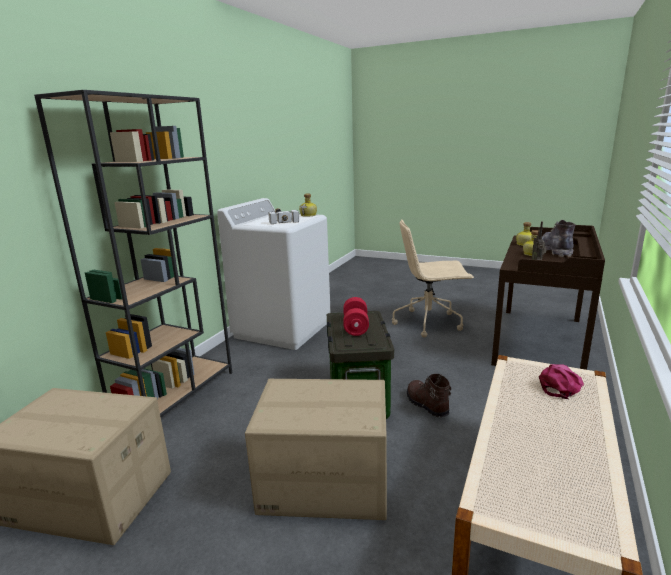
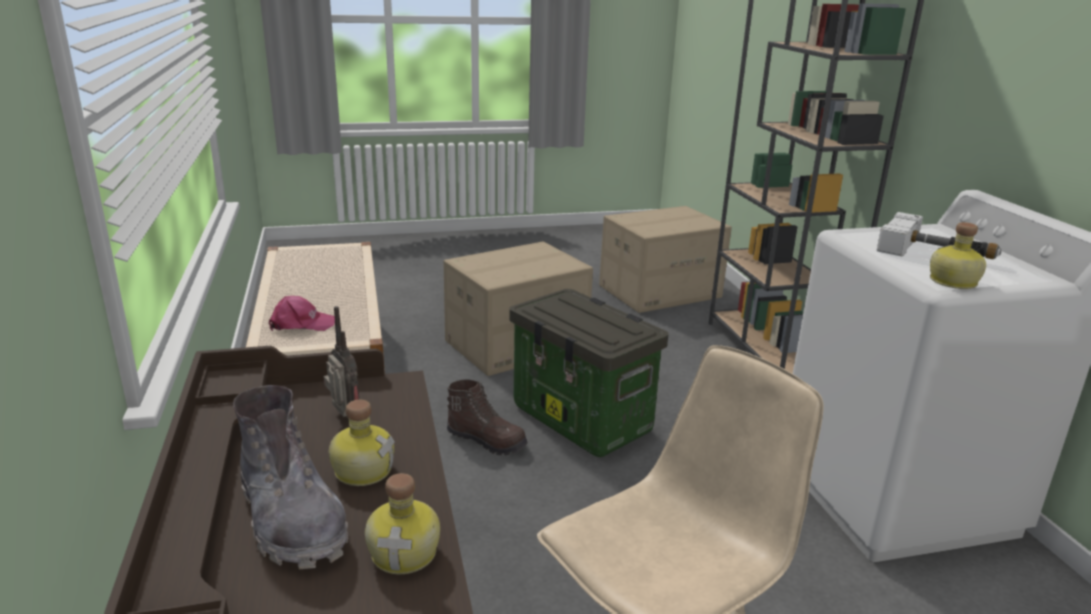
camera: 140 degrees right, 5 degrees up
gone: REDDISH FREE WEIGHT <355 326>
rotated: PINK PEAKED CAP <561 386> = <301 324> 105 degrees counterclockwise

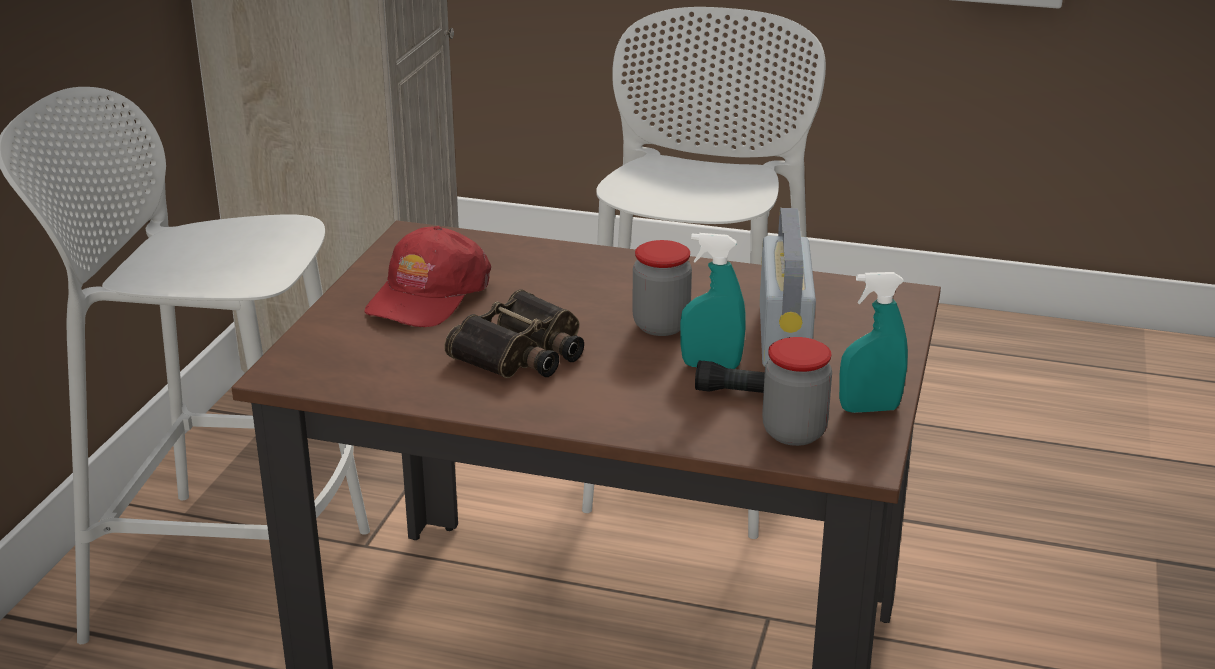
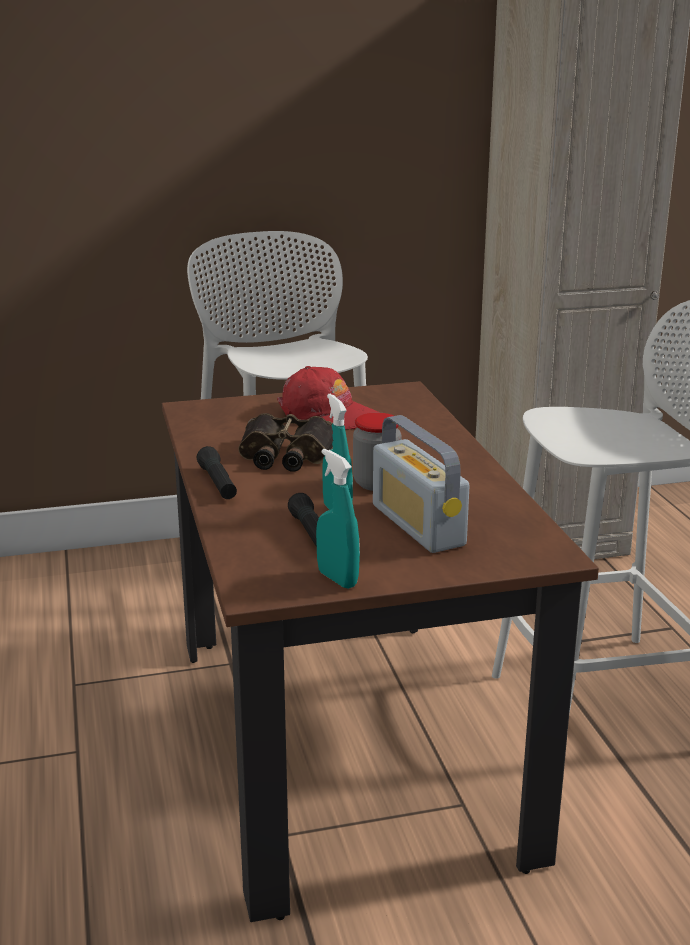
camera: 60 degrees right, 5 degrees down
gone: PRESERVE JAR <794 432>
new: BLACK HAND TORCH <218 483>
rotated: REDDISH PEAKED CAP <427 296> = <327 414> 150 degrees counterclockwise; RADIO RECEIVER <784 335> = <418 525> 90 degrees clockwise

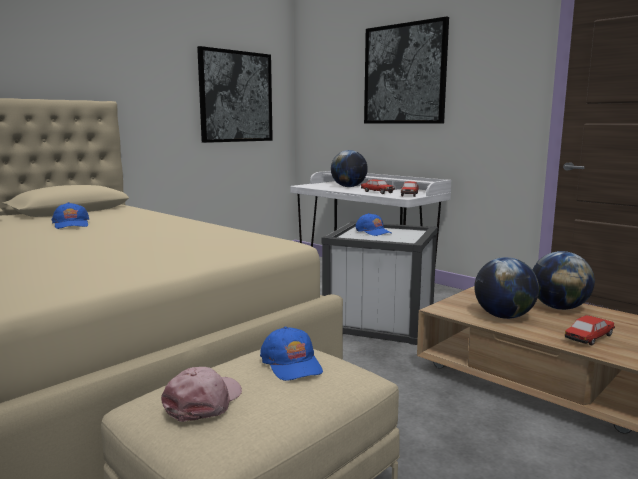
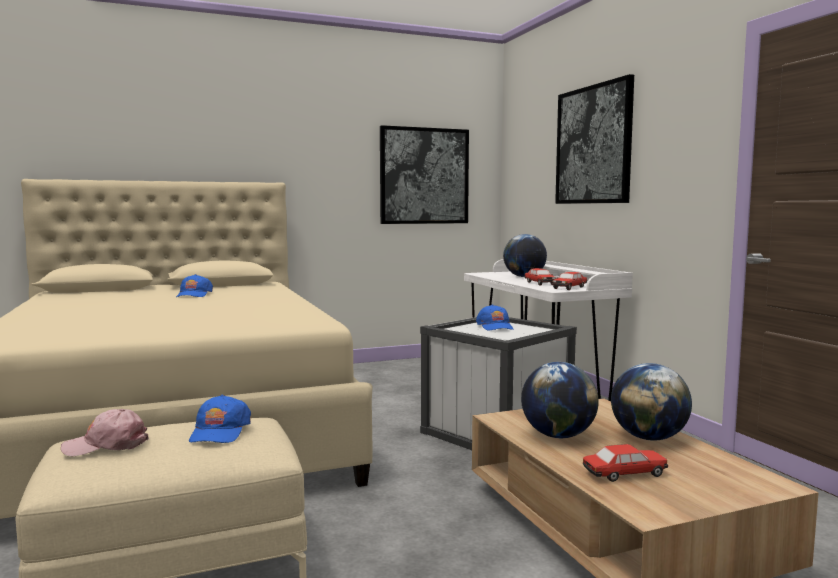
camera: 25 degrees right, 5 degrees down
rotated: PINK PEAKED CAP <204 402> = <106 445> 150 degrees counterclockwise

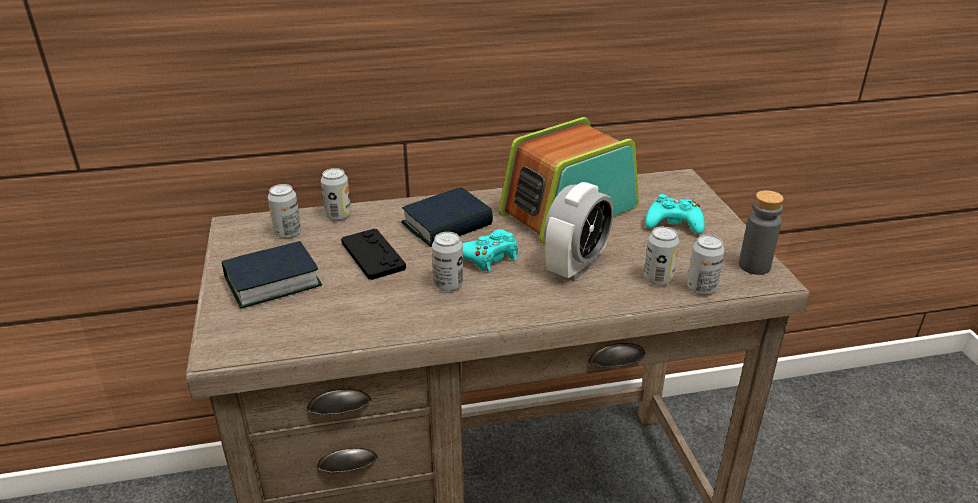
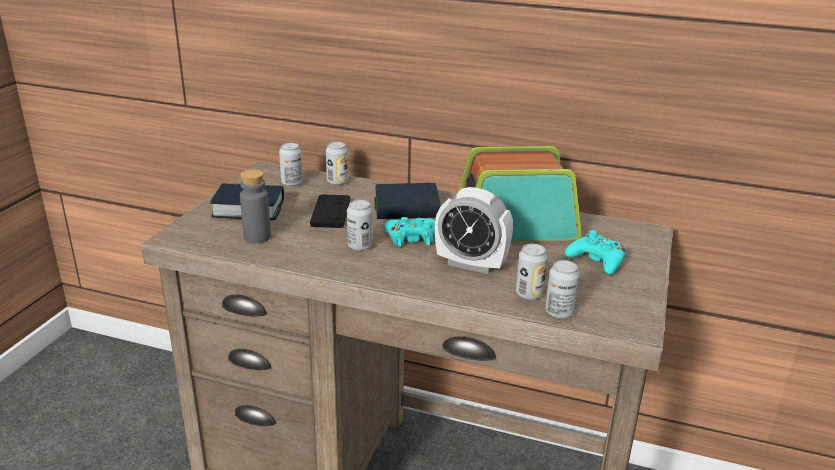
camera: 30 degrees right, 5 degrees down
shifted: GREYISH BEVERAGE BOTTLE <754 266> to <257 237>
rotated: ALARM CLOCK <575 266> = <471 264> 45 degrees clockwise

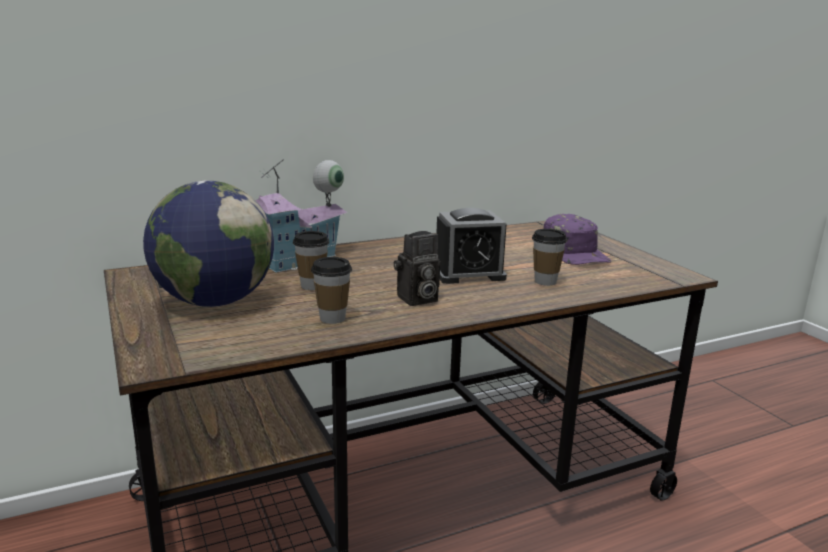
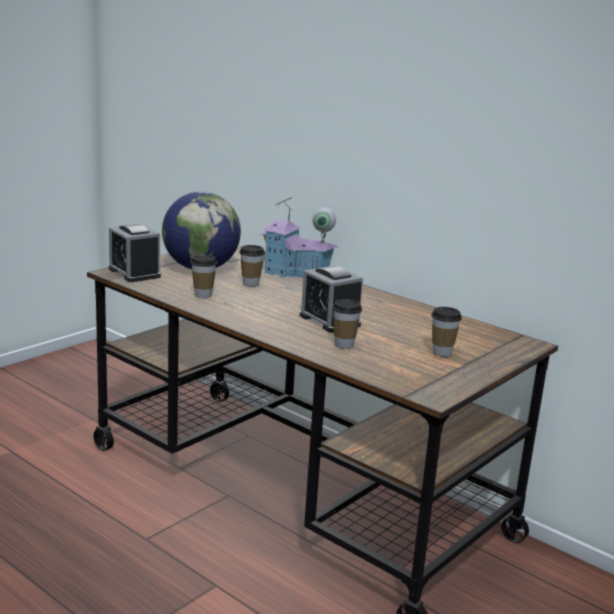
camera: 65 degrees right, 0 degrees up
gone: STILL CAMERA <416 300>
new: ALARM CLOCK <134 273>
swapped: PURPLE-COLOURED PEAKED CAP <575 252> to SMALL CUP <442 353>

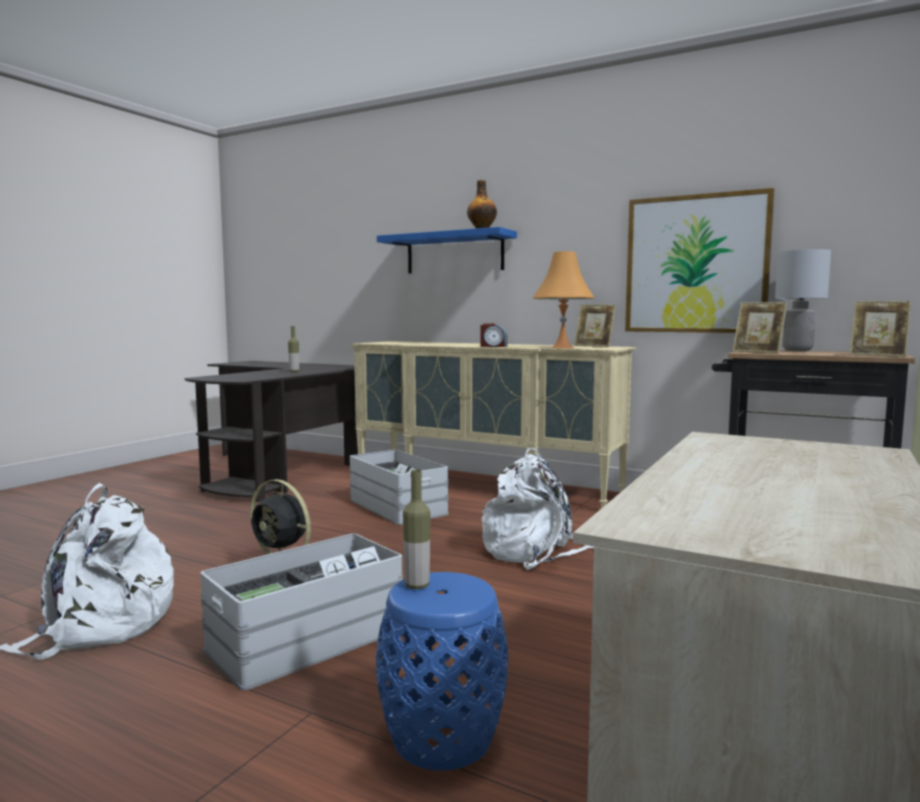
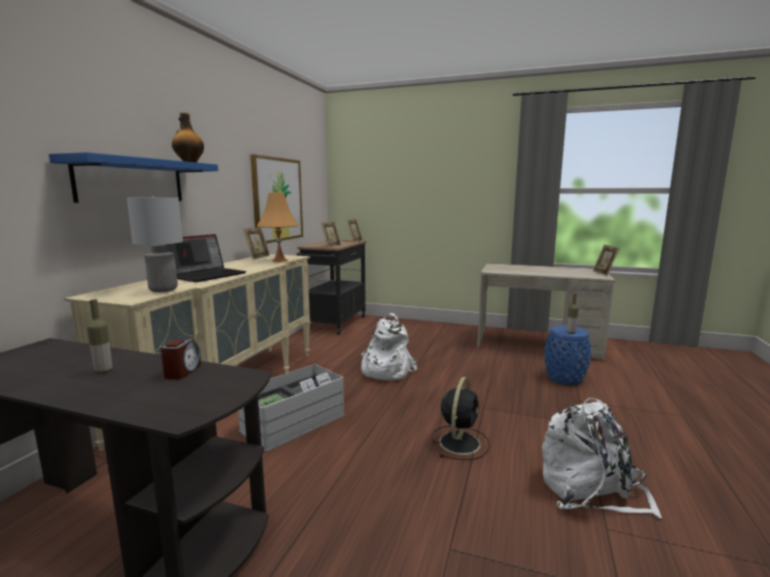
camera: 100 degrees left, 5 degrees up
gone: GREYISH STORAGE BOX <306 638>
new: NOTEBOOK COMPUTER <208 275>; PICTURE FRAME <604 273>
shifted: ALARM CLOCK <493 346> to <182 371>; GREYISH LAMP FOR A TABLE <797 351> to <163 291>

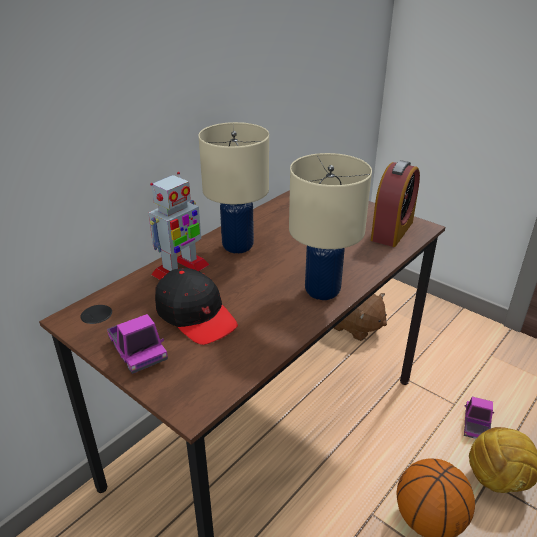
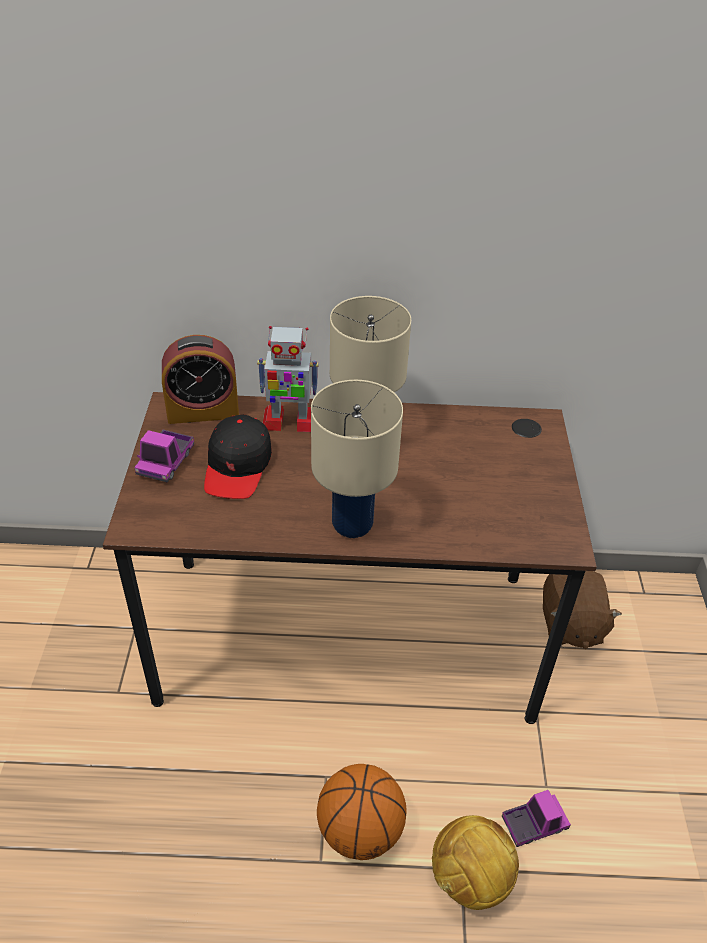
camera: 50 degrees right, 10 degrees up
shifted: ALARM CLOCK <392 231> to <203 411>

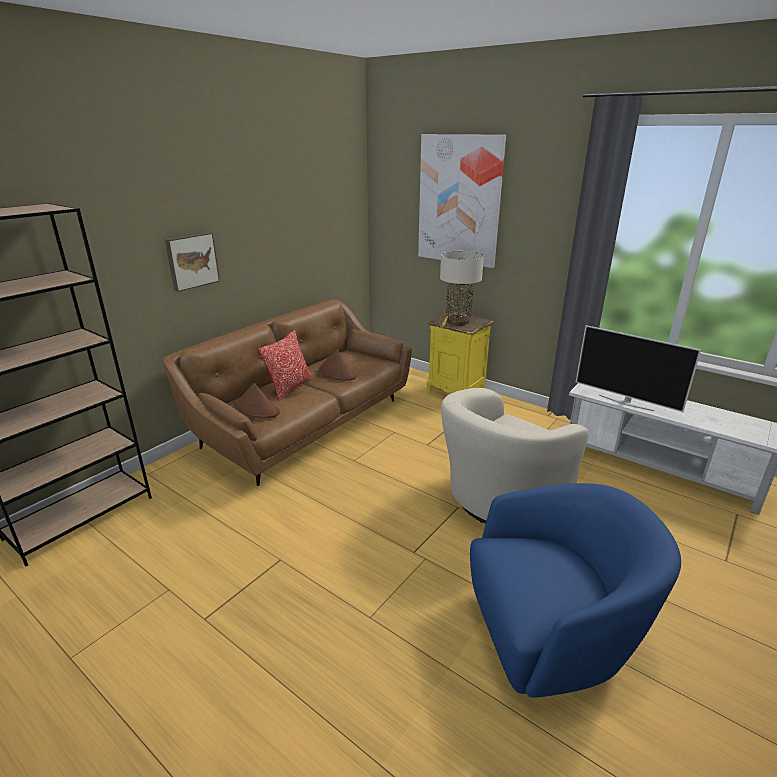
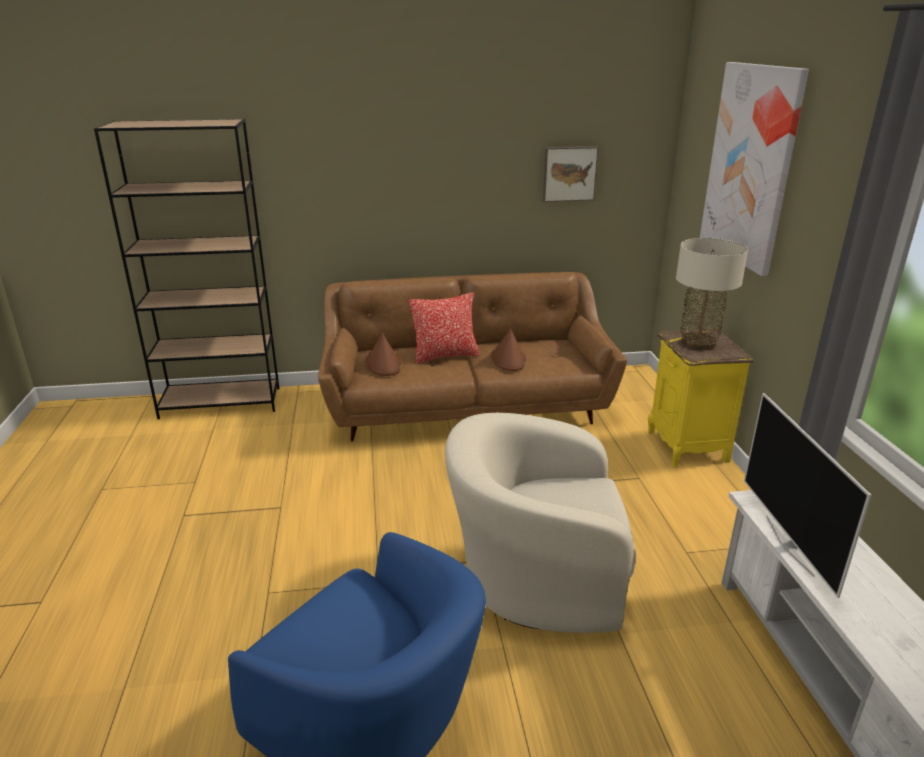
camera: 45 degrees right, 0 degrees up
shifted: PICTURE <191 261> to <569 173>

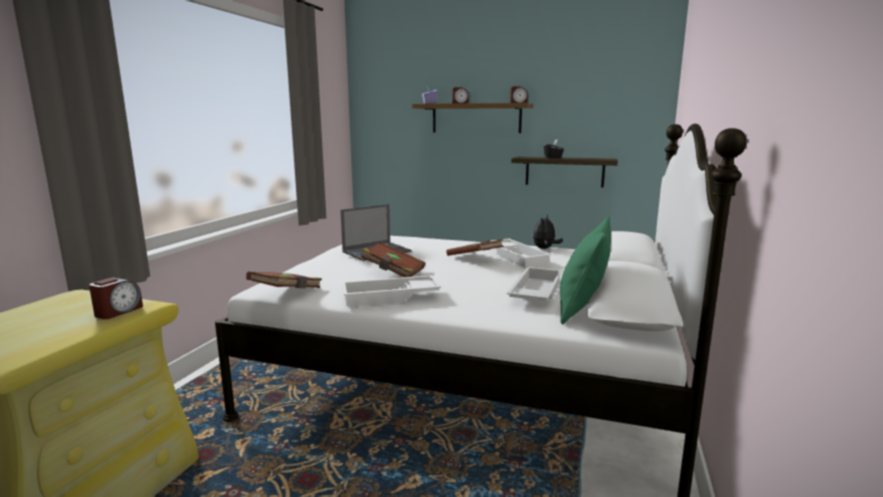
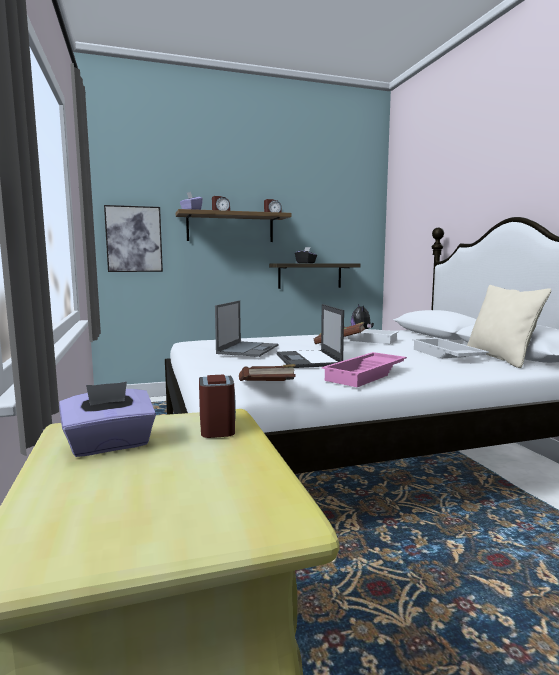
camera: 35 degrees left, 5 degrees down
new: PURPLE-COLOURED TISSUE BOX <110 445>; PICTURE <134 239>
swapped: BROWN BOUND BOOK <393 271> to NOTEBOOK COMPUTER <308 360>
repainted: WHITE-COLOURED CARRYING TRAY <390 297> to PINK CARRYING TRAY <366 375>; GREENISH PILLOW <581 309> to BEIGE-COLOURED PILLOW <500 359>

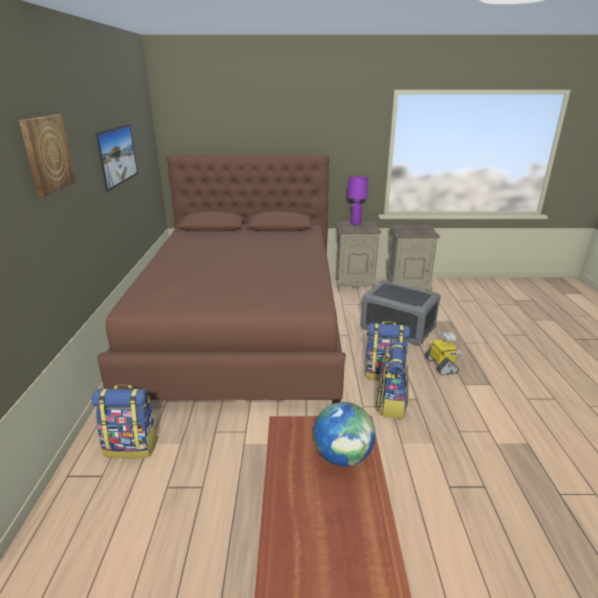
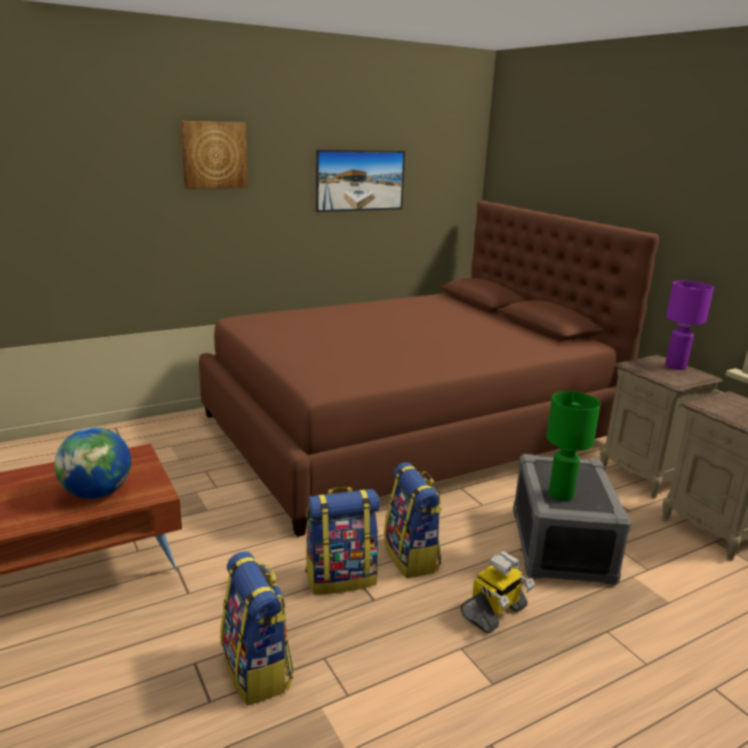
camera: 60 degrees right, 5 degrees down
new: GREENISH LAMP FOR A TABLE <560 495>
shifted: KNAPSACK <132 446> to <258 670>

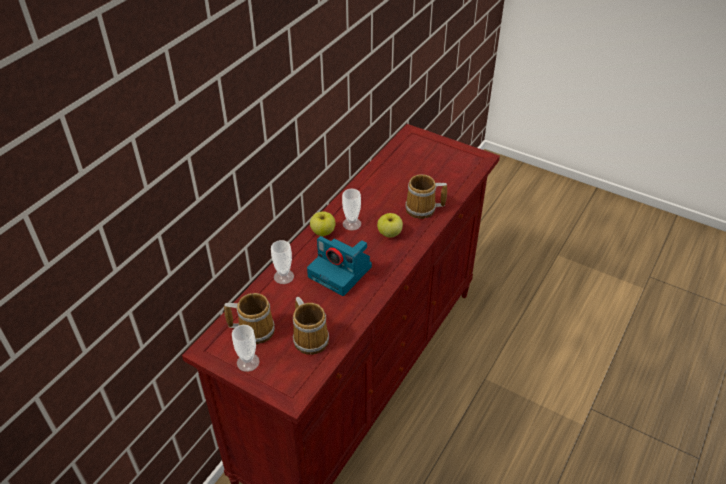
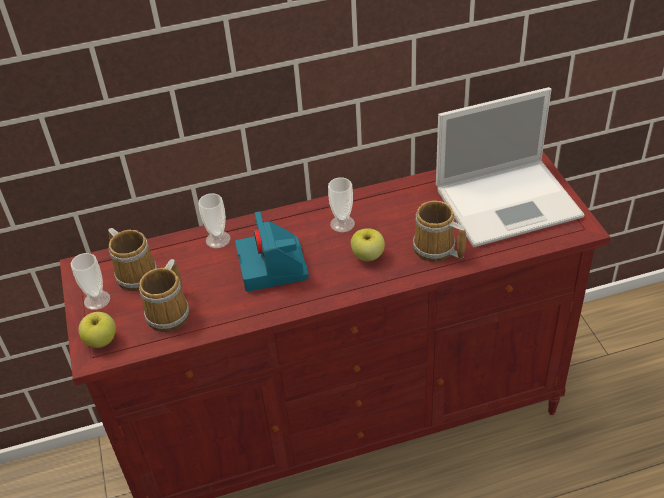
camera: 45 degrees right, 0 degrees up
new: NOTEBOOK COMPUTER <510 201>
shifted: APPLE <323 232> to <101 340>

